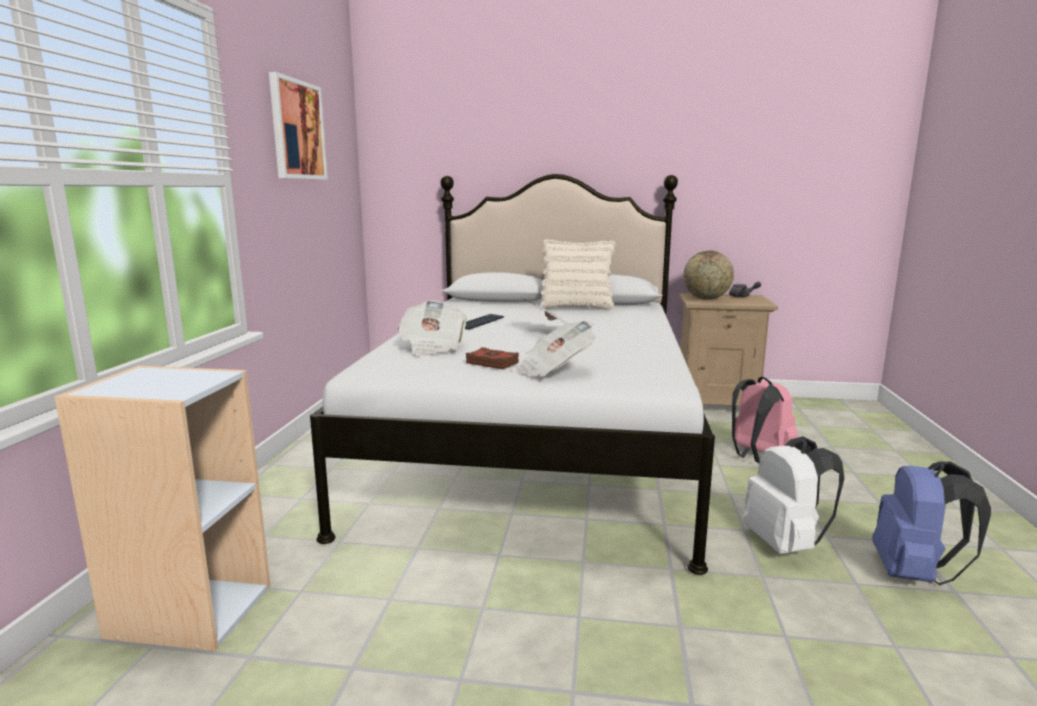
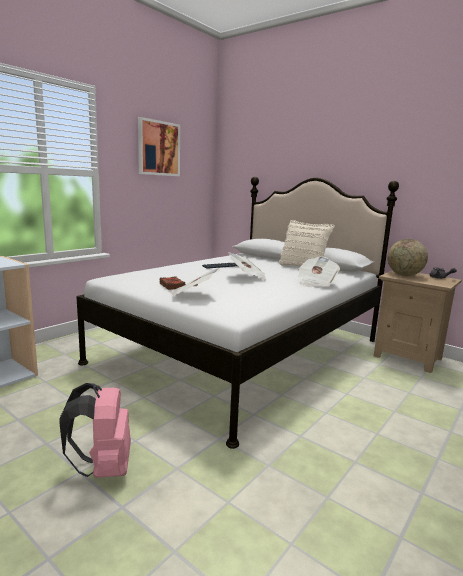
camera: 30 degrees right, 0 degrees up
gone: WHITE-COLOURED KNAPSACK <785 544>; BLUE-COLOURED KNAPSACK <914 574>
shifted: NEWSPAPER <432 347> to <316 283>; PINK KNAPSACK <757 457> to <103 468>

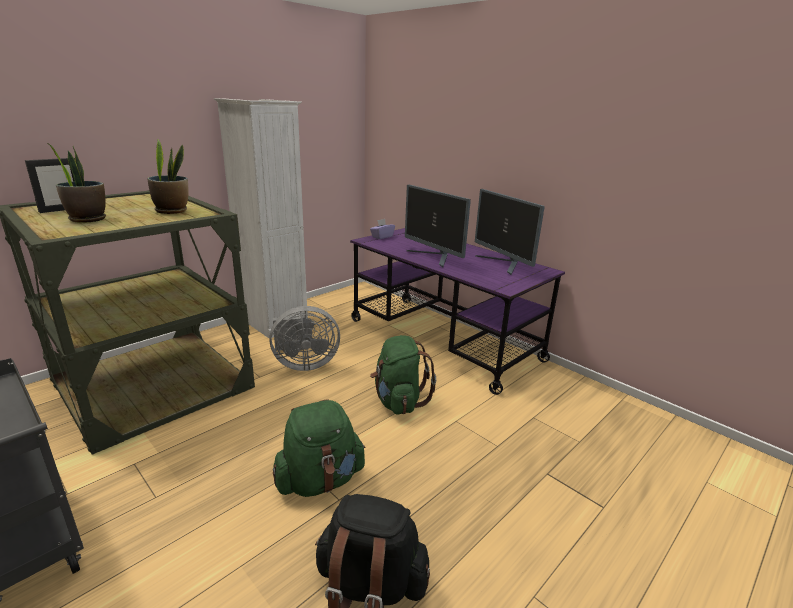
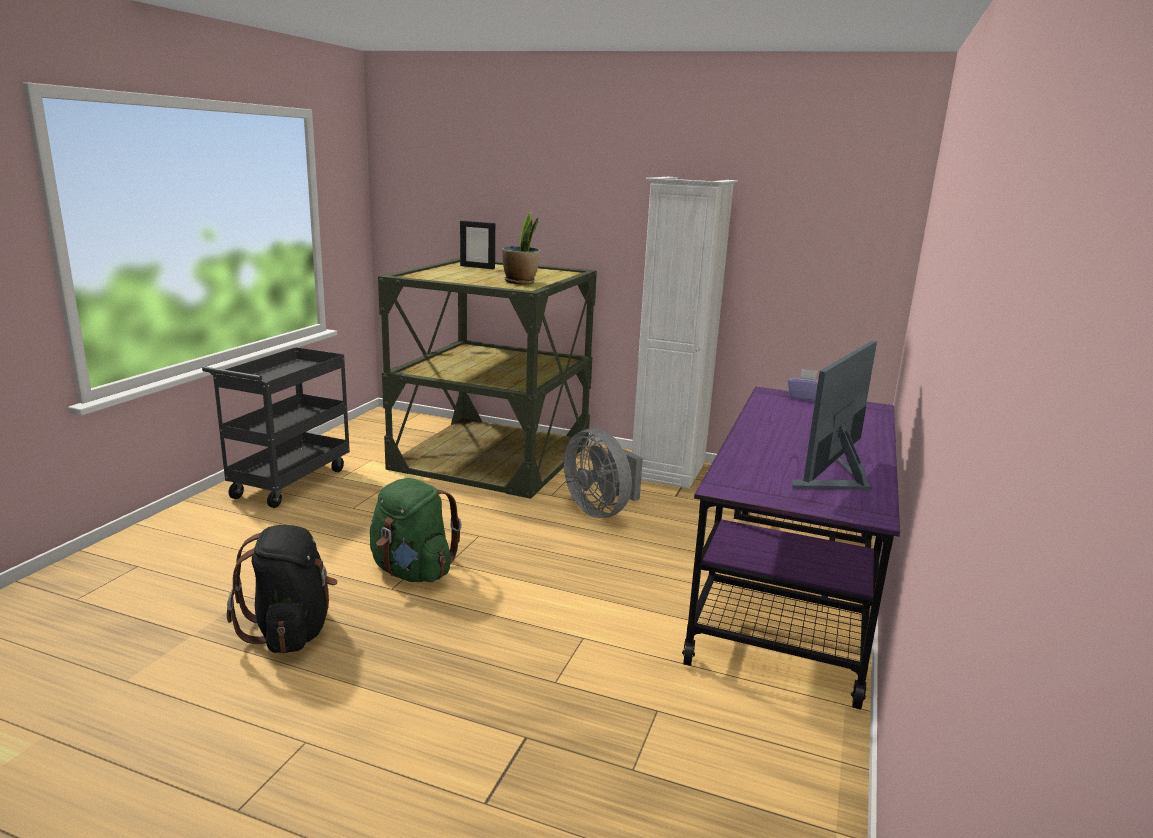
camera: 65 degrees right, 5 degrees down
gone: POTTED PLANT <87 219>; GREENISH KNAPSACK <398 401>; COMPUTER SCREEN <434 257>

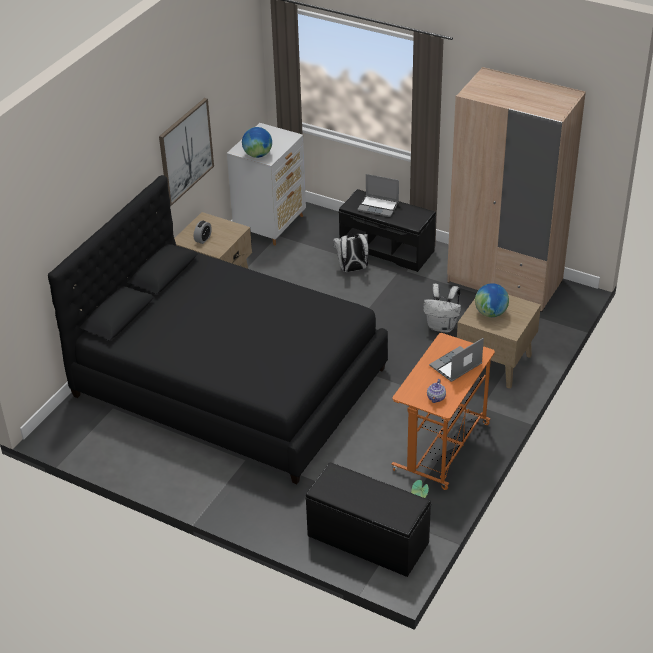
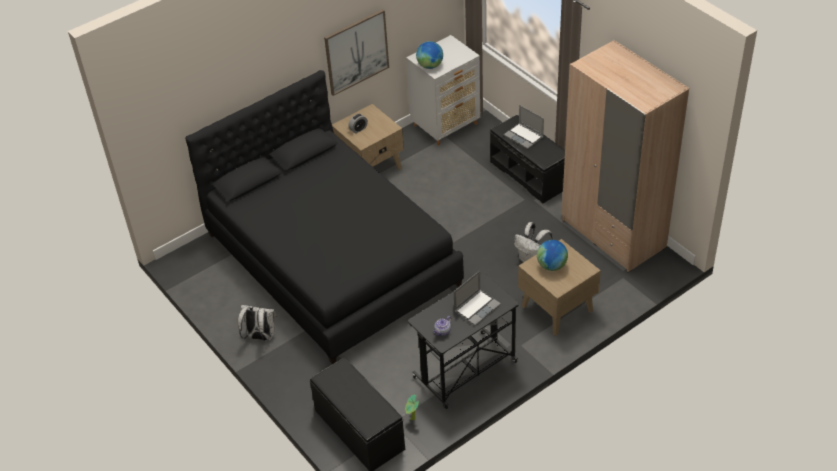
camera: 25 degrees right, 5 degrees up
shifted: WHITE-COLOURED KNAPSACK <352 269> to <260 337>
repainted: ORANGE-COLOURED DESK UNIT <441 447> to BLACK DESK UNIT <465 370>
rotated: NOTEBOOK COMPUTER <455 366> = <477 307> 150 degrees clockwise

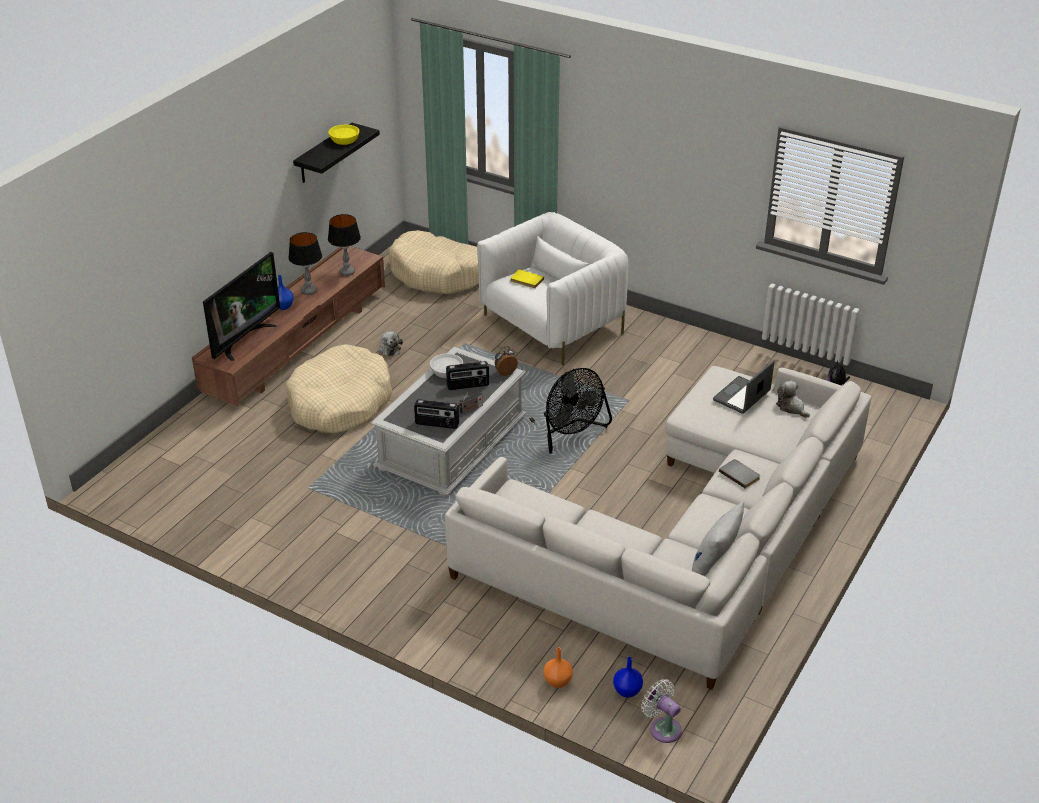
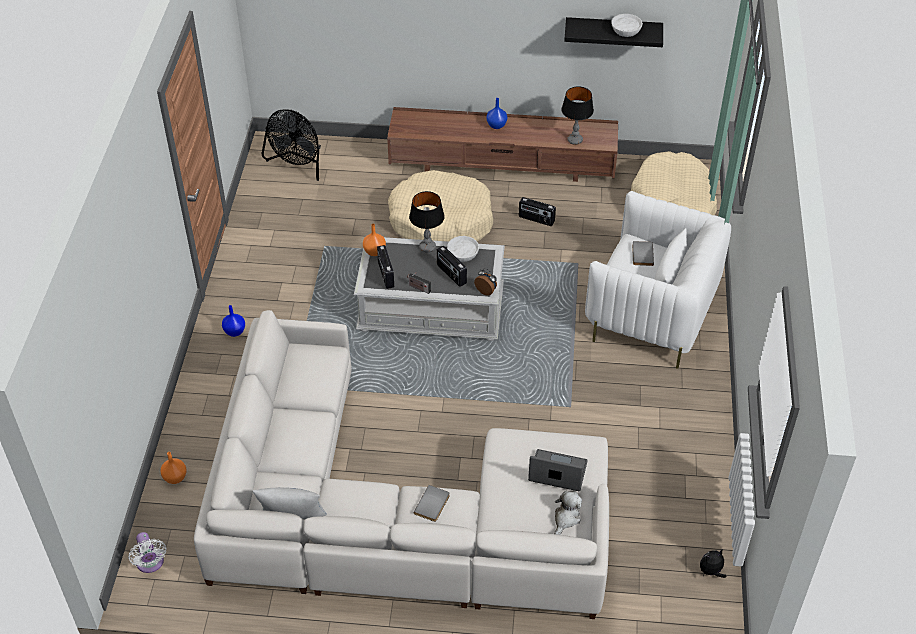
camera: 65 degrees right, 10 degrees up
gone: TV <244 339>
new: ORANGE-COLOURED FLOWER VASE <374 252>
shifted: LAMP FOR A TABLE <309 291> to <427 247>; BLACK FAN <567 433> to <297 162>; BLUE-COLOURED FLOWER VASE <626 691> to <235 331>
swapped: PLUSH TOY <390 348> to RADIO RECEIVER <536 219>
repainted: YELLOW-COLOURED BOWL <345 140> to WHITE-COLOURED BOWL <626 31>; YELLOW-COLOURED BOUND BOOK <526 280> to GREYISH BOUND BOOK <641 254>
rotated: WHITE-COLOURED FAN <663 728> = <150 564> 135 degrees clockwise

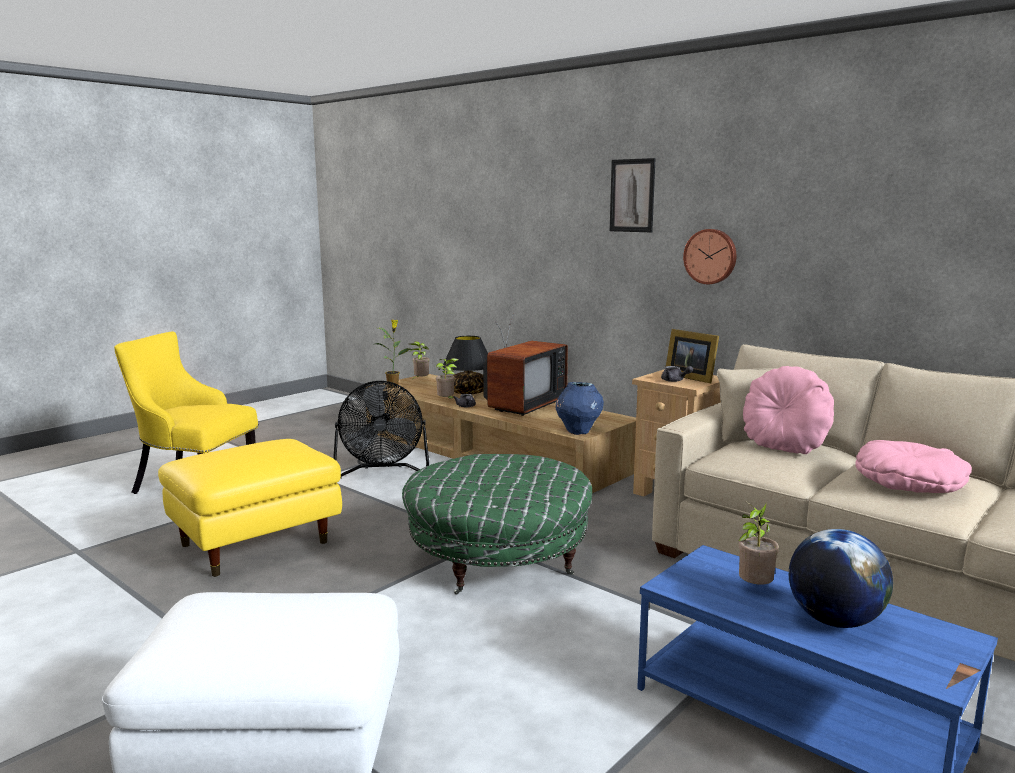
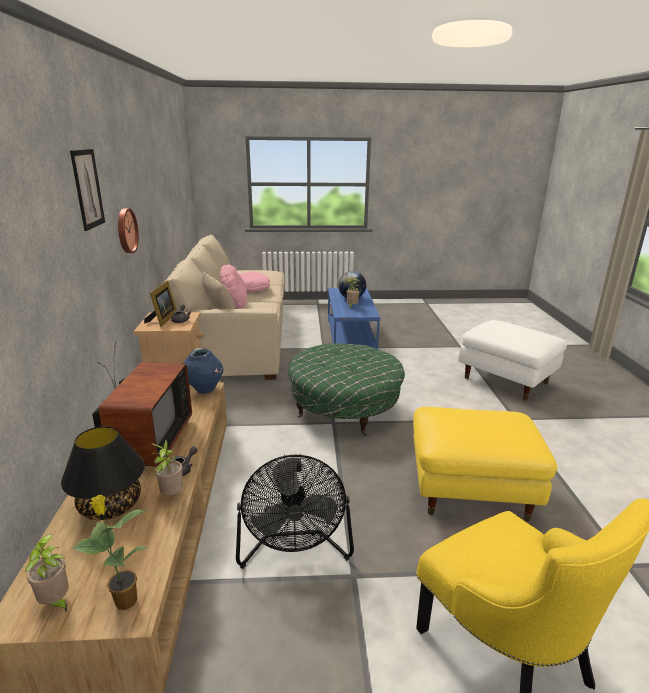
camera: 135 degrees left, 10 degrees up
rotated: BLACK FAN <379 471> = <290 546> 135 degrees clockwise; TV <522 406> = <147 443> 105 degrees clockwise

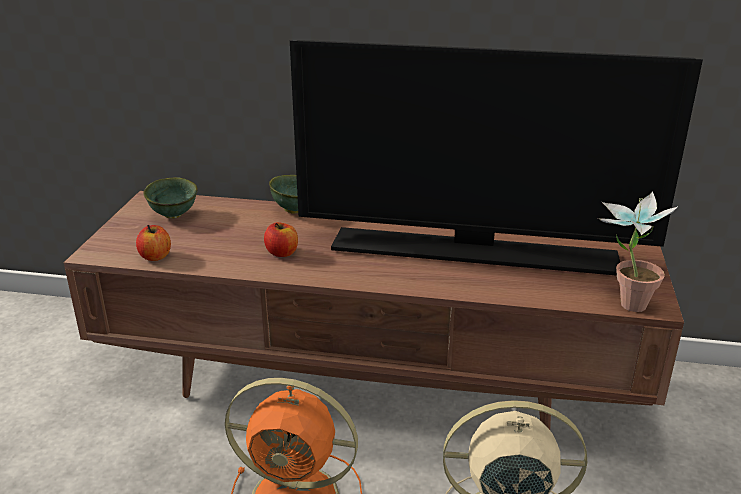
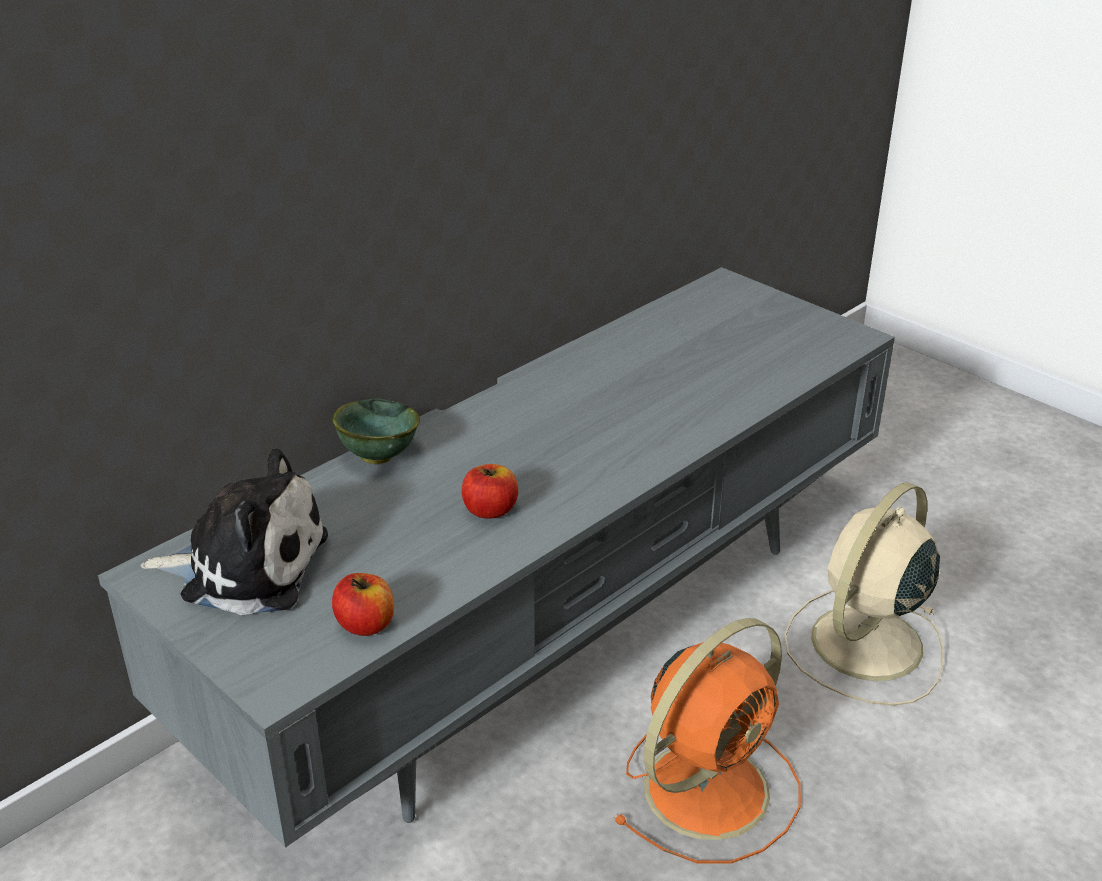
camera: 55 degrees left, 5 degrees up
gone: TV <475 251>; POTTED PLANT <623 302>
swapped: GREENISH BOWL <174 215> to PLUSH TOY <247 565>
repainted: BROWN TV STAND <371 378> to GREYISH TV STAND <548 625>

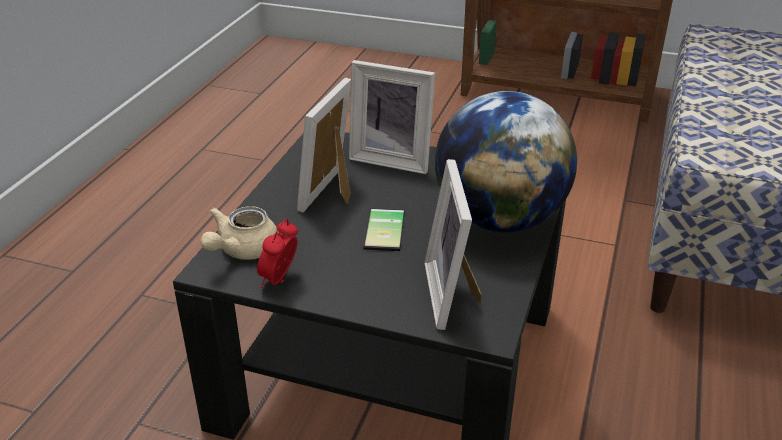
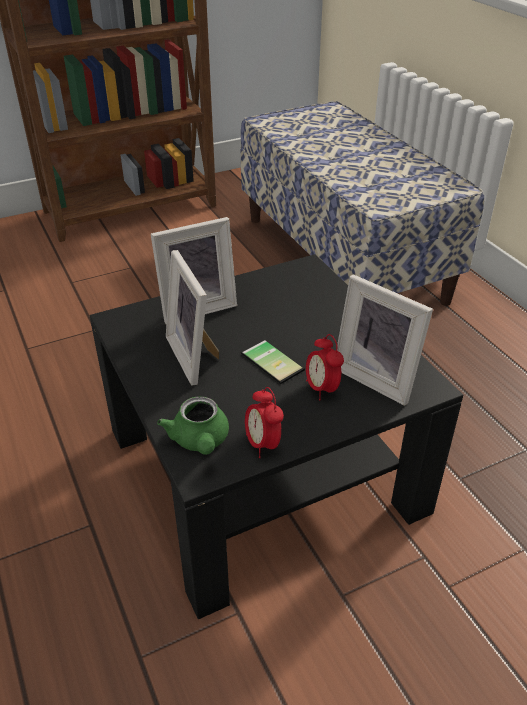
camera: 45 degrees left, 5 degrees up
gone: DESK GLOBE <499 219>
new: ALARM CLOCK <322 388>
repainted: BEIGE-COLOURED POT FOR TEA <242 250> to GREENISH POT FOR TEA <200 441>

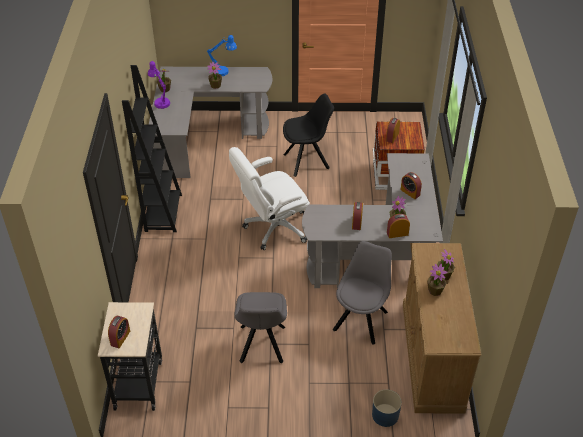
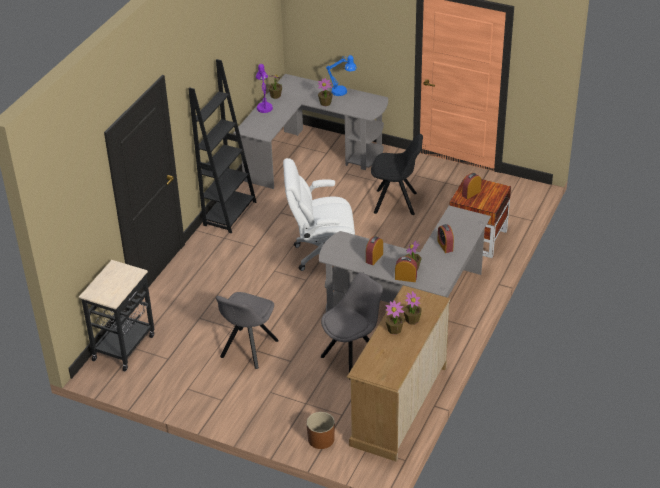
camera: 25 degrees right, 5 degrees down
gone: ALARM CLOCK <120 338>
repainted: BLUE-COLOURED PLANT POT <385 415> to BROWN PLANT POT <321 439>

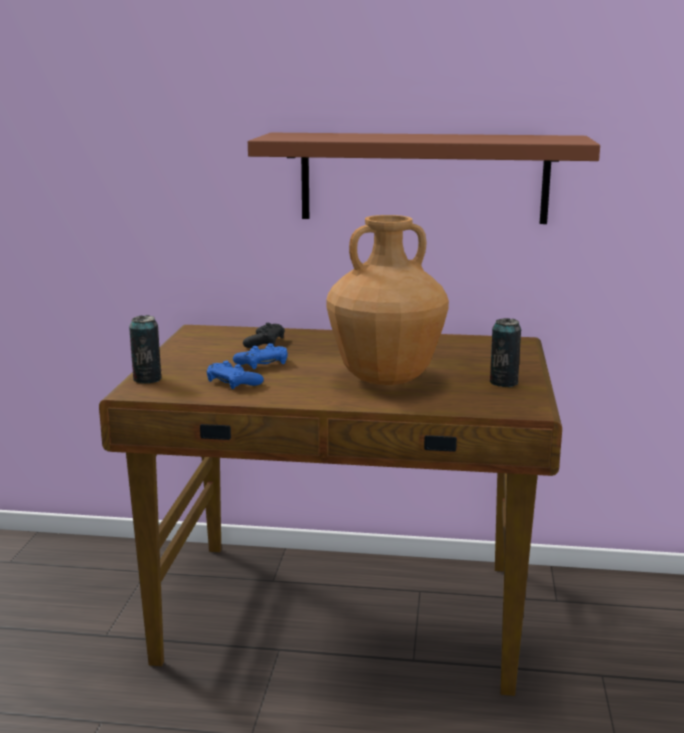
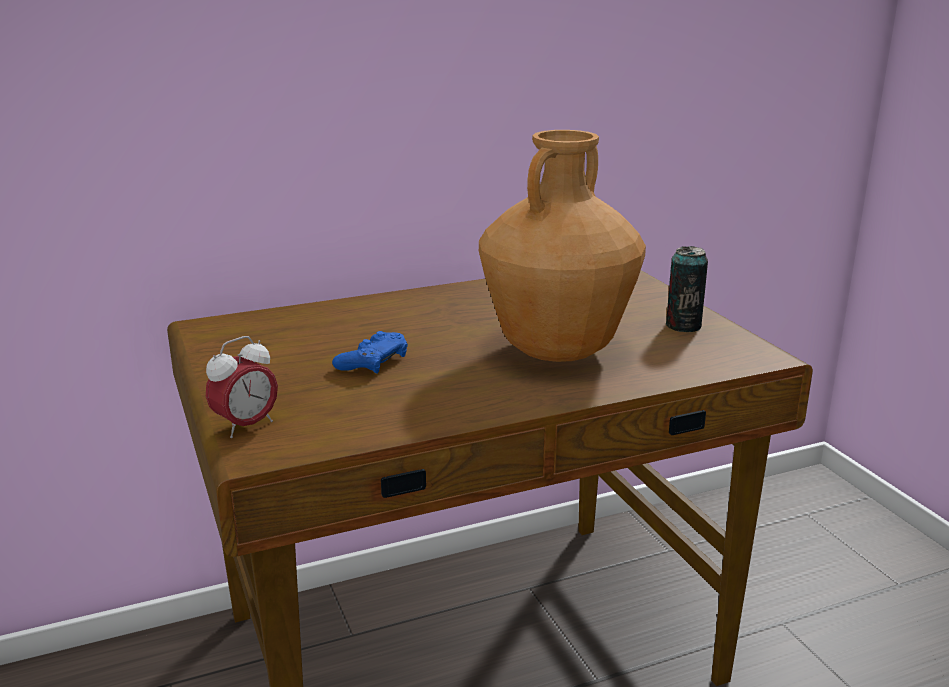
camera: 30 degrees left, 5 degrees up
gone: BLUE-COLOURED GAMEPAD <233 382>; BLACK GAMEPAD <264 342>; BROWN SHELF <423 178>
swapped: METAL CAN <147 379> to ALARM CLOCK <246 426>

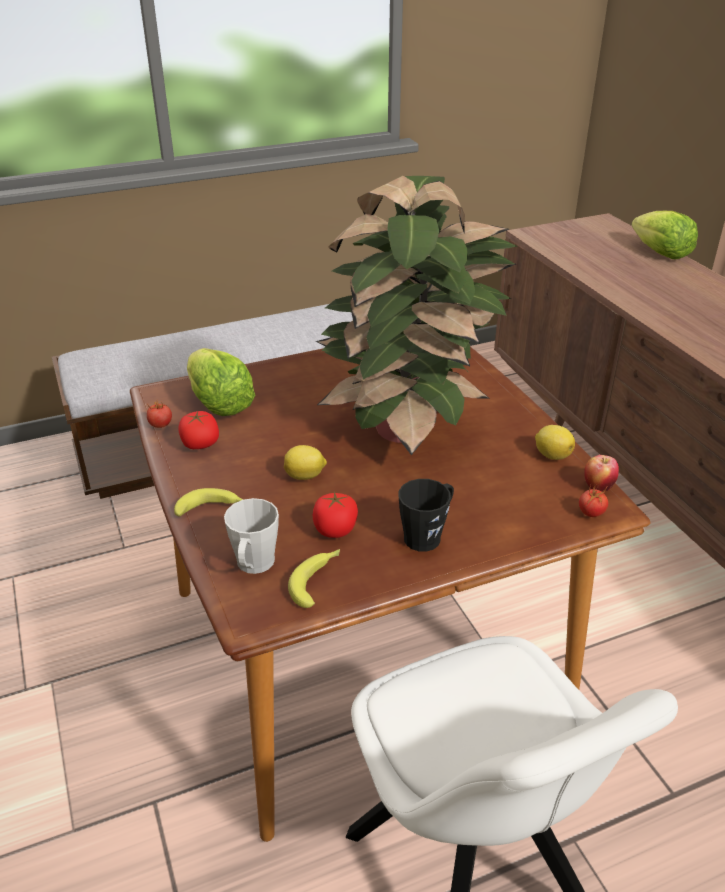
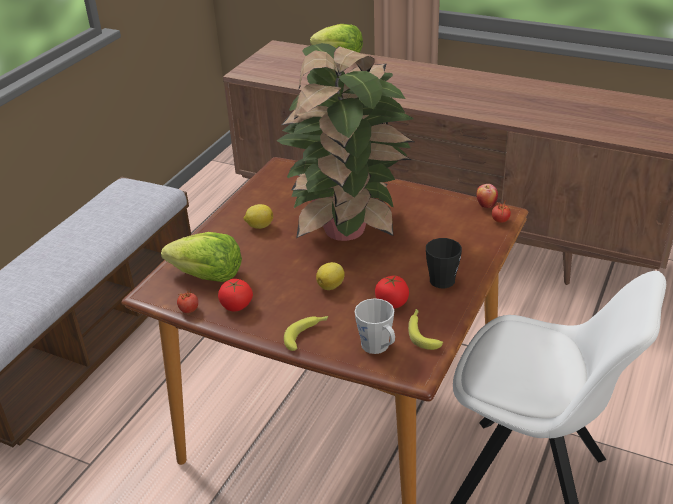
camera: 40 degrees left, 0 degrees up
shifted: WHOLE LEMON <551 455> to <259 226>

